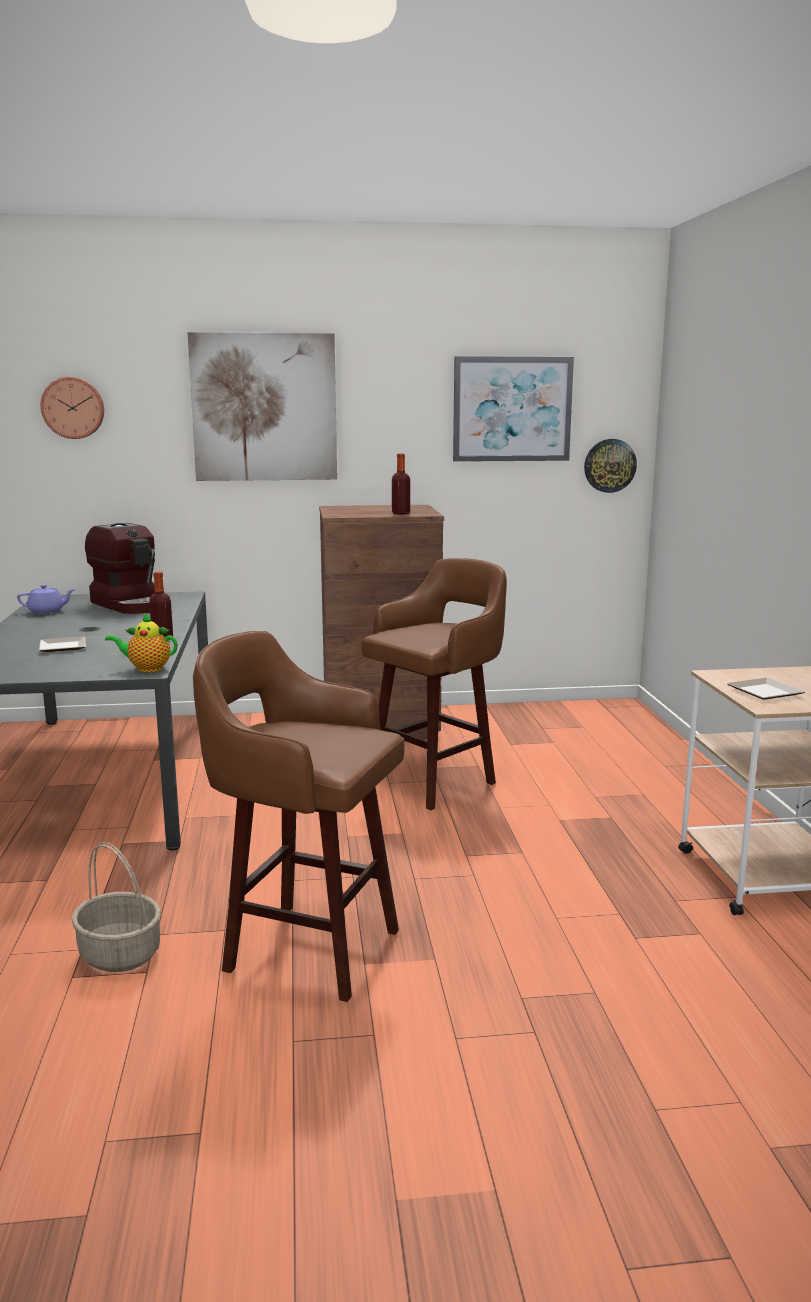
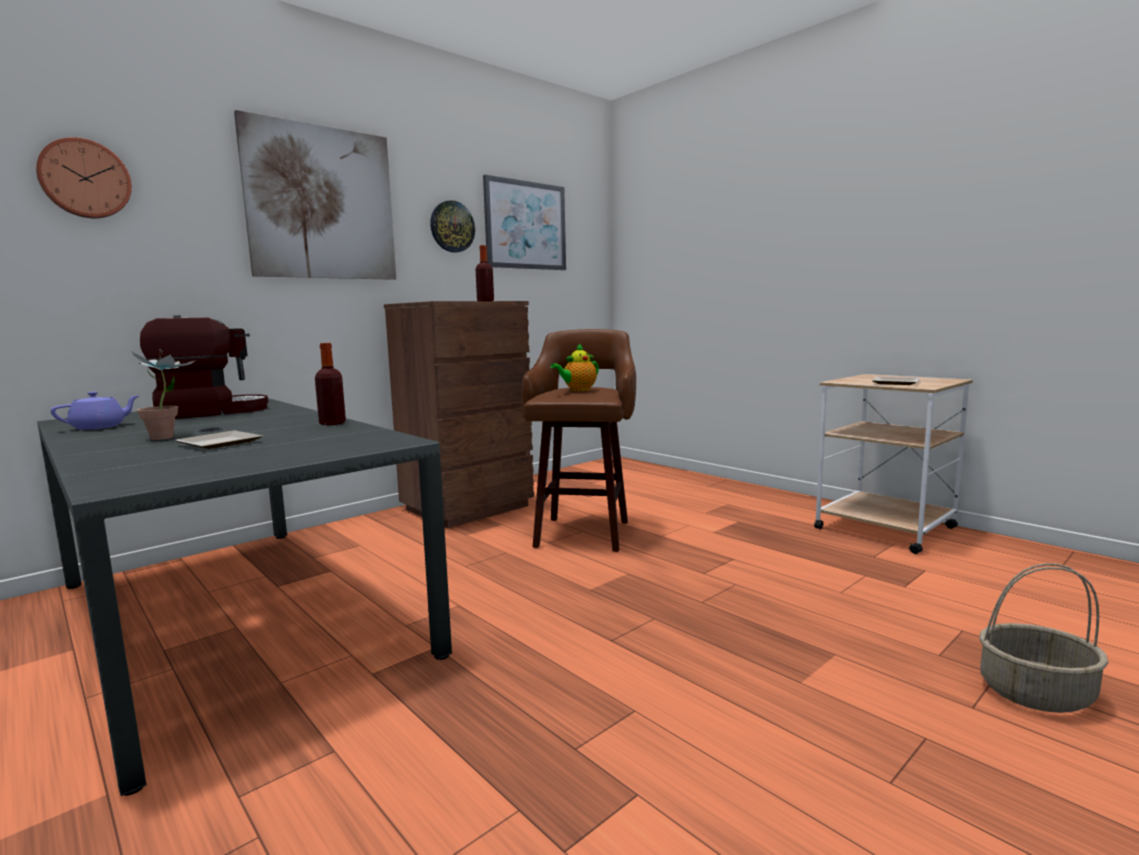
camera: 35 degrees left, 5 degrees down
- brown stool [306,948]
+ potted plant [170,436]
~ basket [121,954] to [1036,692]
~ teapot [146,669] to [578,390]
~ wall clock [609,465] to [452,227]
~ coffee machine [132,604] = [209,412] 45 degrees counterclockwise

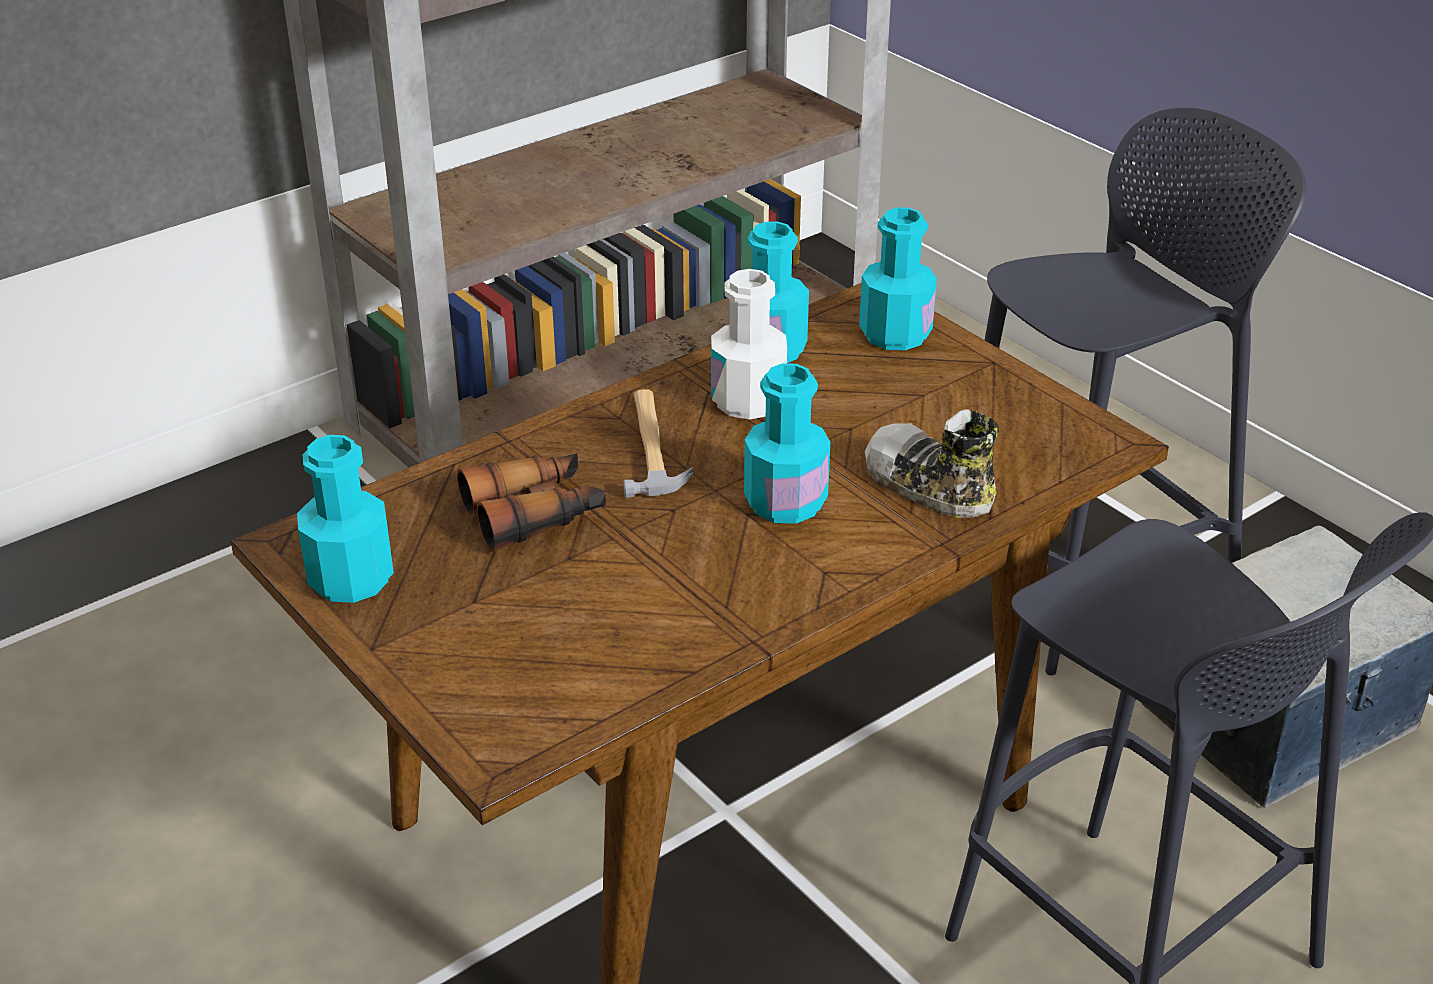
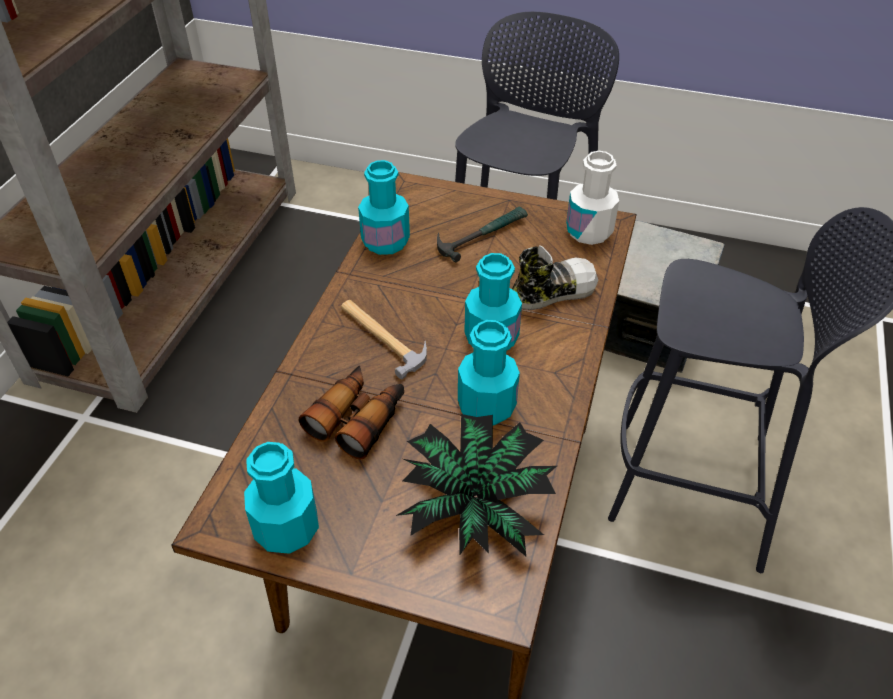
camera: 35 degrees left, 10 degrees up
+ potted plant [476,504]
+ hammer [481,235]
~ white bottle [748,401] to [589,231]
~ turquoise bottle [895,334] to [486,406]
~ shoe [928,486] = [552,291] 150 degrees clockwise

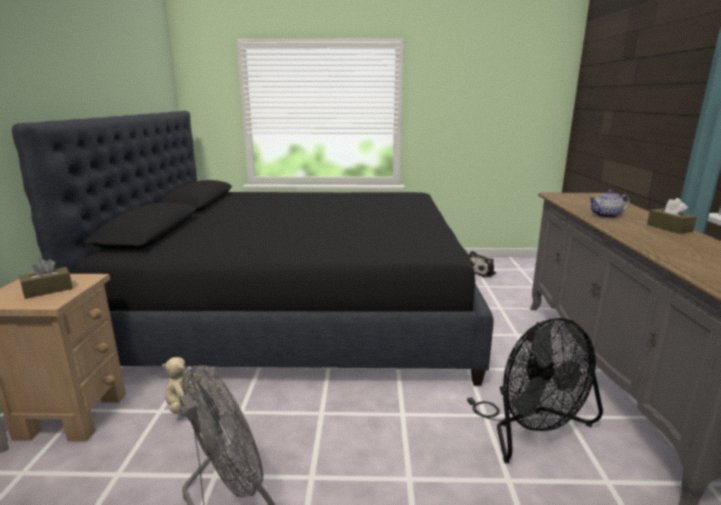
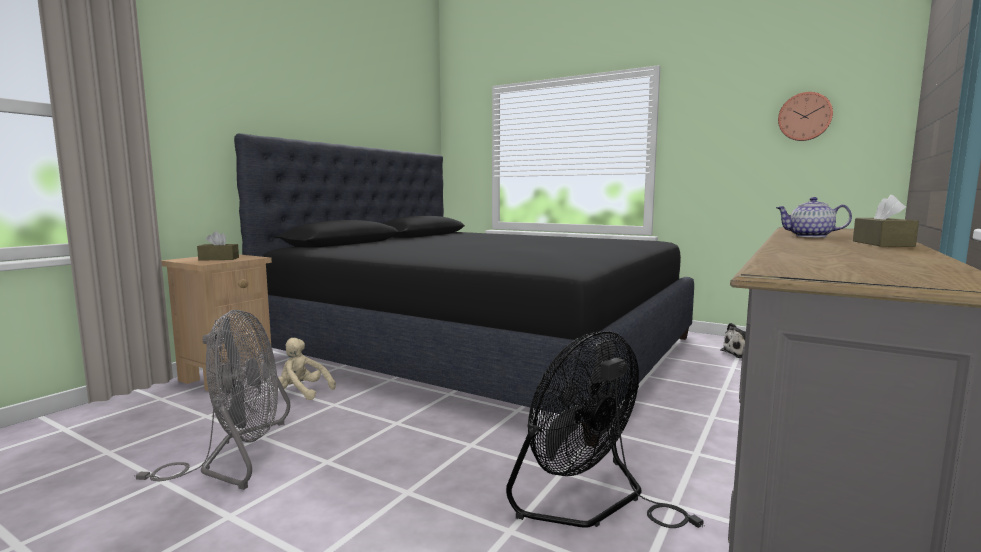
camera: 30 degrees right, 10 degrees down
+ wall clock [804,117]
~ black fan [528,429] = [600,499] 135 degrees clockwise

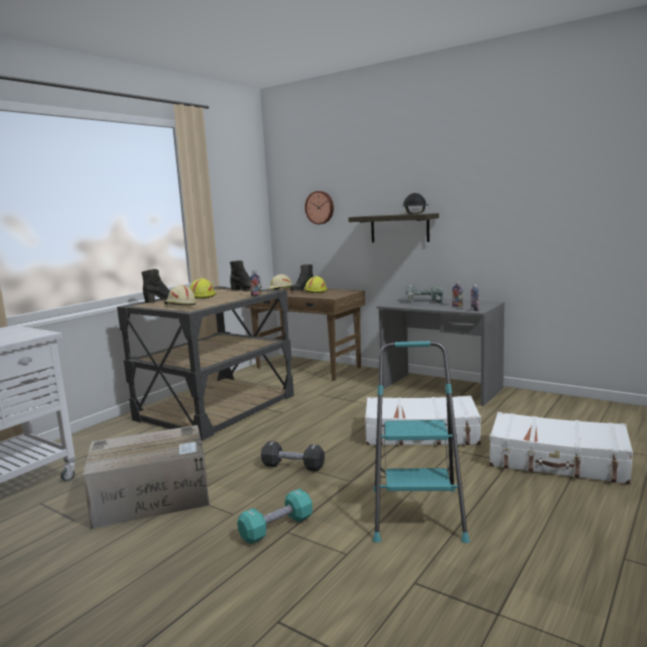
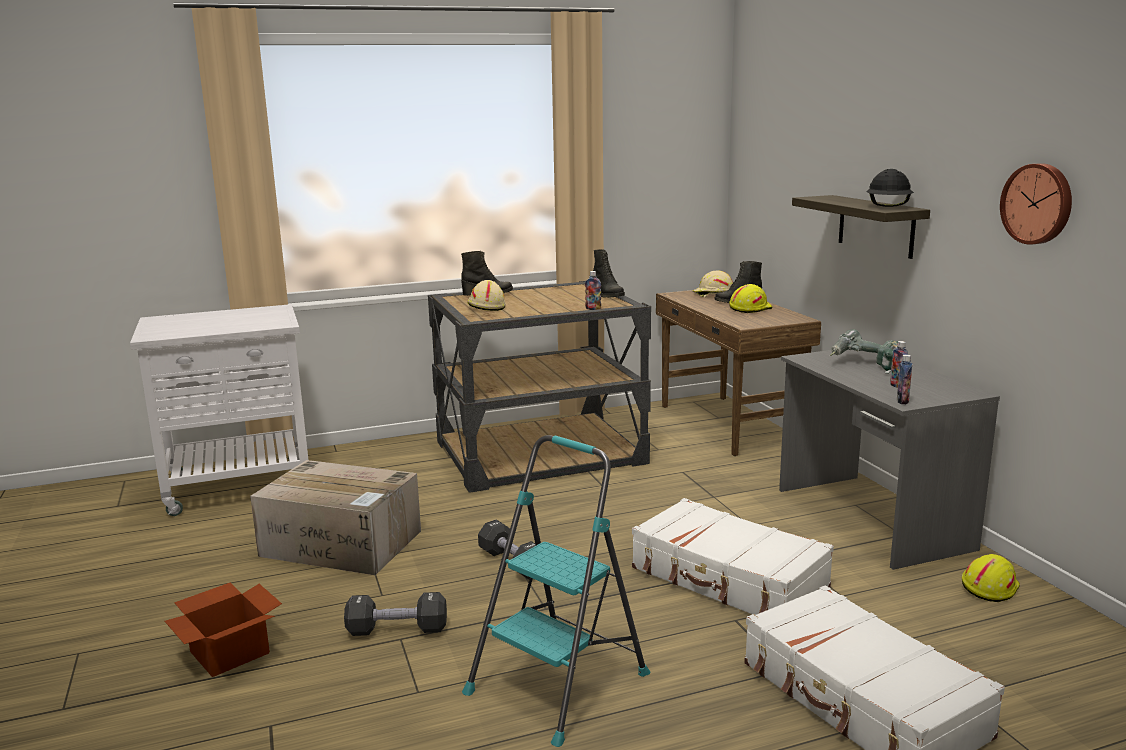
camera: 35 degrees right, 5 degrees up
+ cardboard box [230,651]
~ yellow hard hat [201,296] to [988,587]
~ wall clock [320,207] to [1038,203]
~ turquoise dumbbell [276,528] to black dumbbell [397,629]

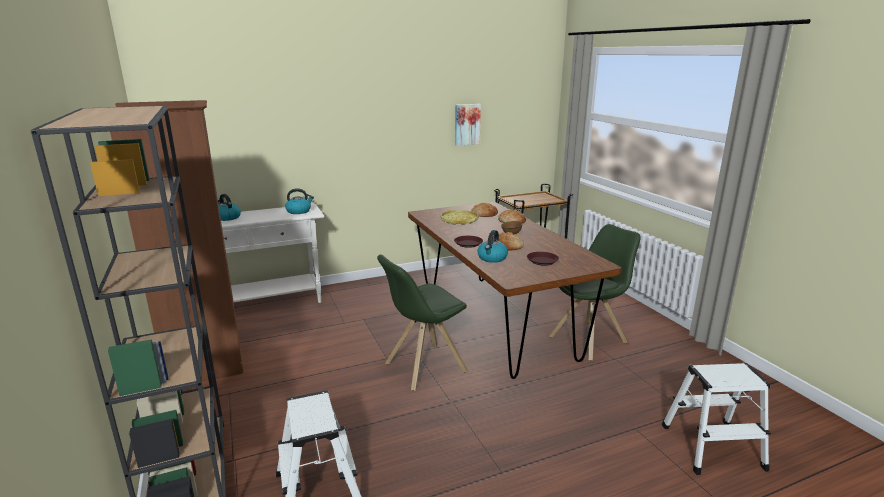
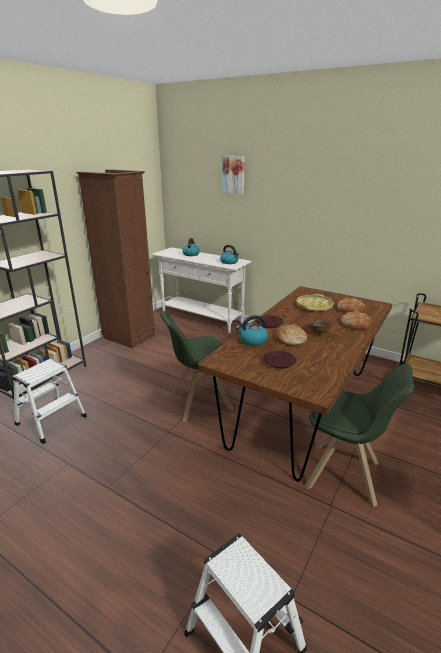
camera: 55 degrees right, 5 degrees up
~ picture [466,124] to [234,174]
~ green chair [424,367] = [199,402] 45 degrees counterclockwise

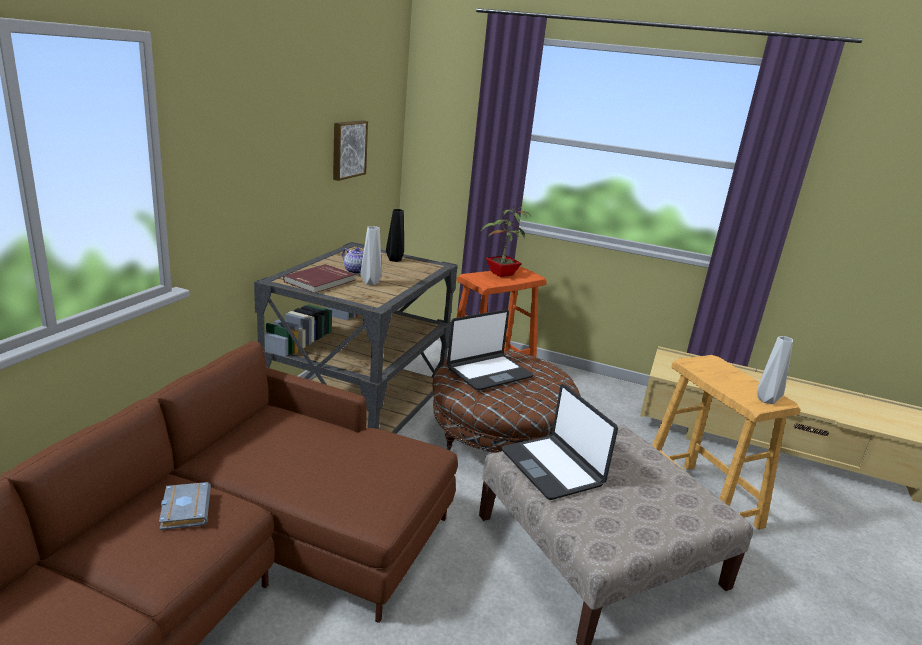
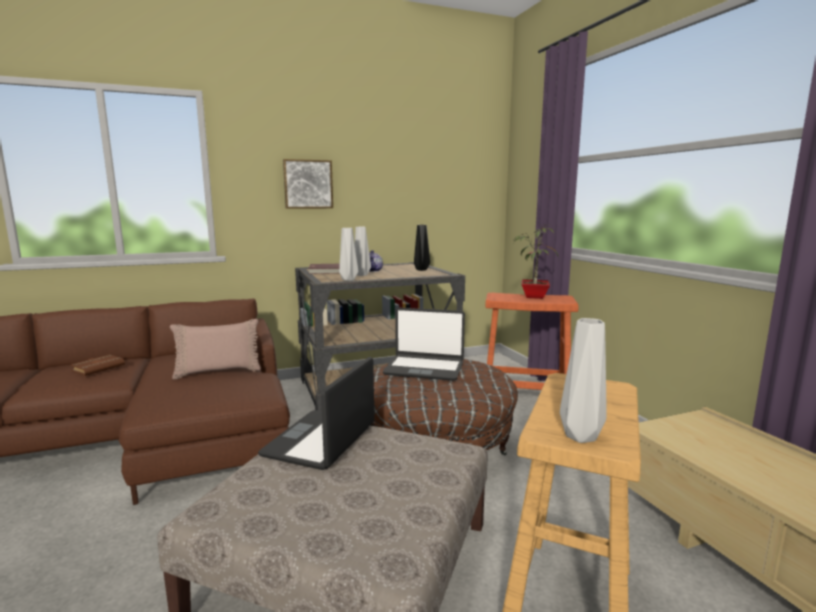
camera: 50 degrees right, 10 degrees down
+ beige pillow [218,372]
+ grey vase [349,280]
~ picture [348,149] to [308,184]
~ grey book [184,509] to brown book [98,368]

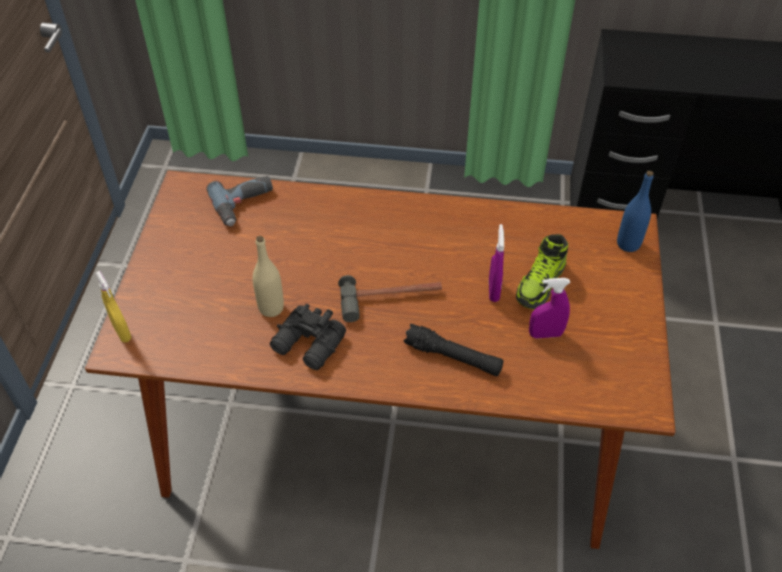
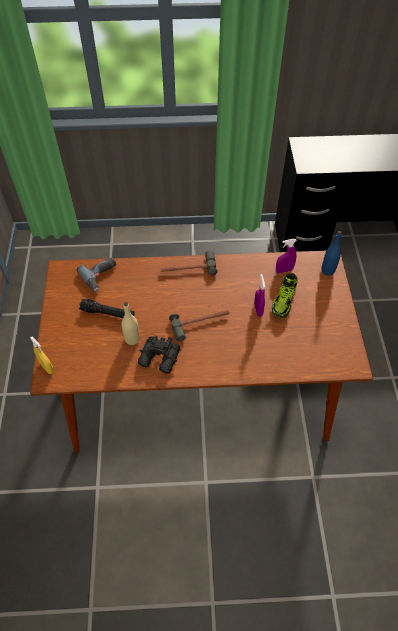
camera: 10 degrees left, 5 degrees up
+ hammer [188,268]
~ black flashlight [453,357] to [108,313]
~ purple spray bottle [545,334] to [284,270]

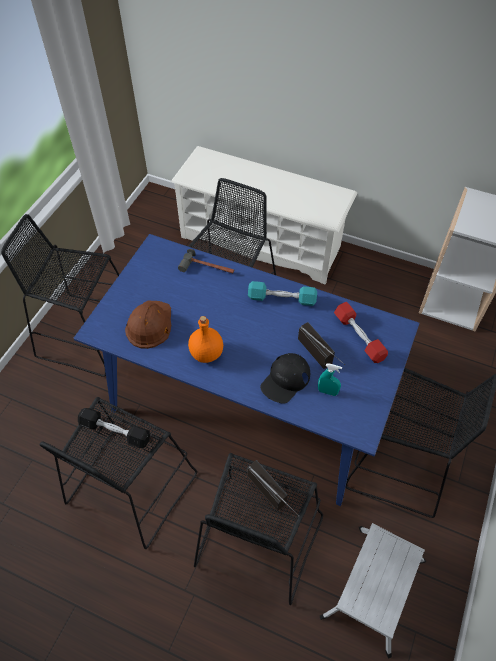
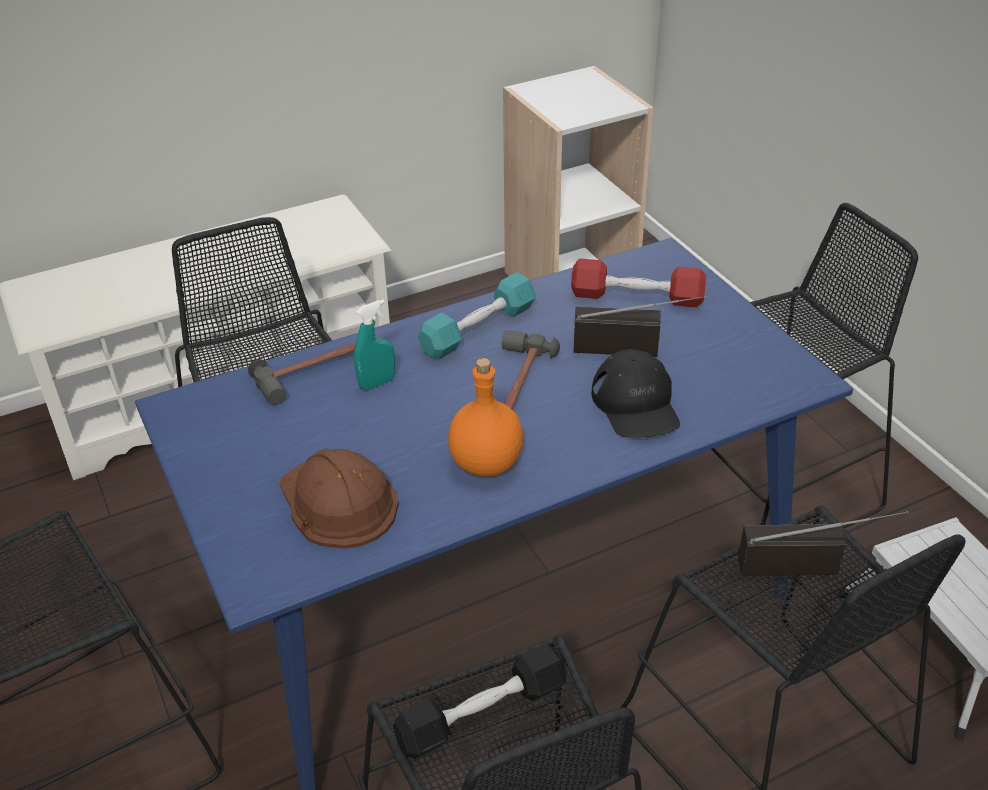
camera: 50 degrees left, 15 degrees down
+ hammer [518,381]
~ turquoise spray bottle [327,392] to [377,383]

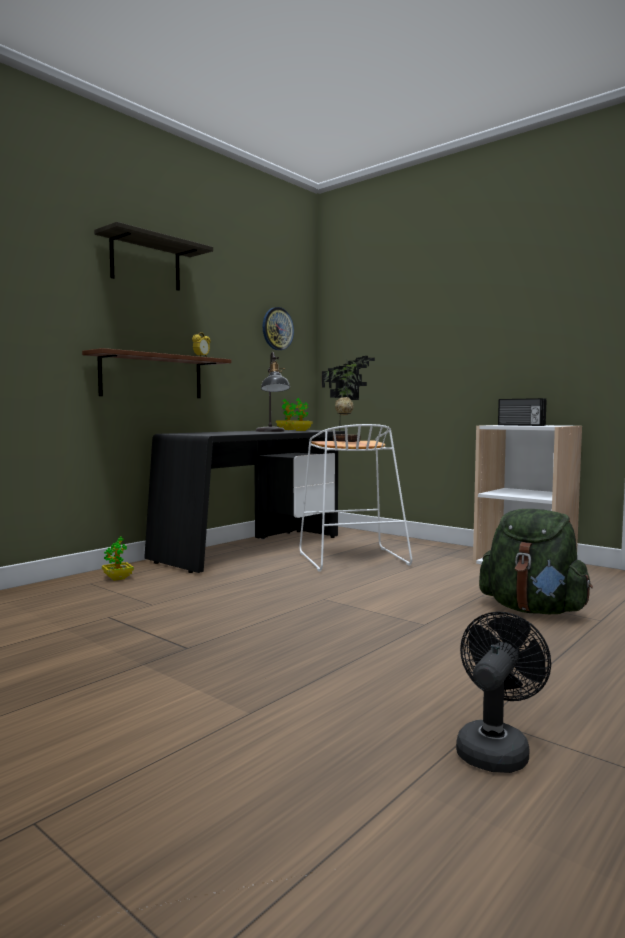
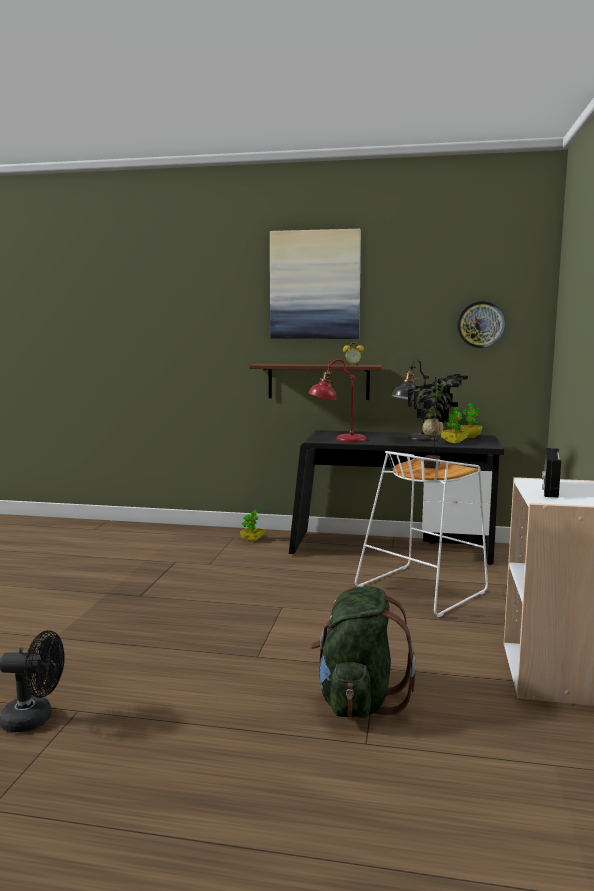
camera: 60 degrees right, 5 degrees up
+ red table lamp [337,439]
~ shelf [145,263] to picture [315,285]

